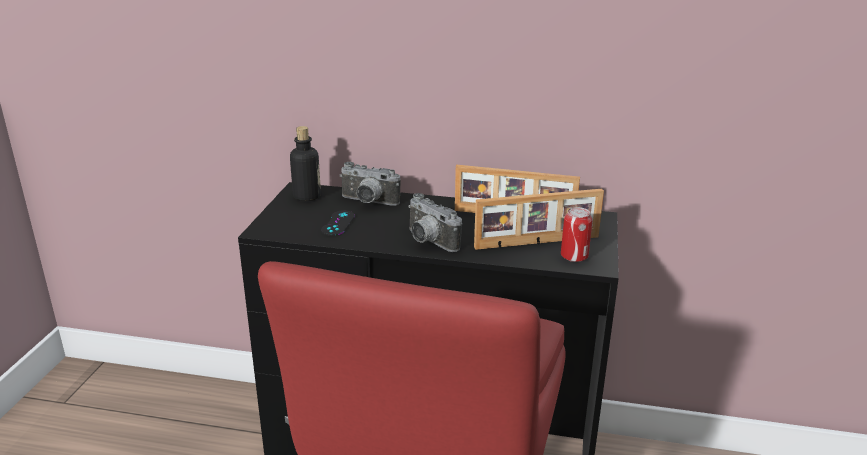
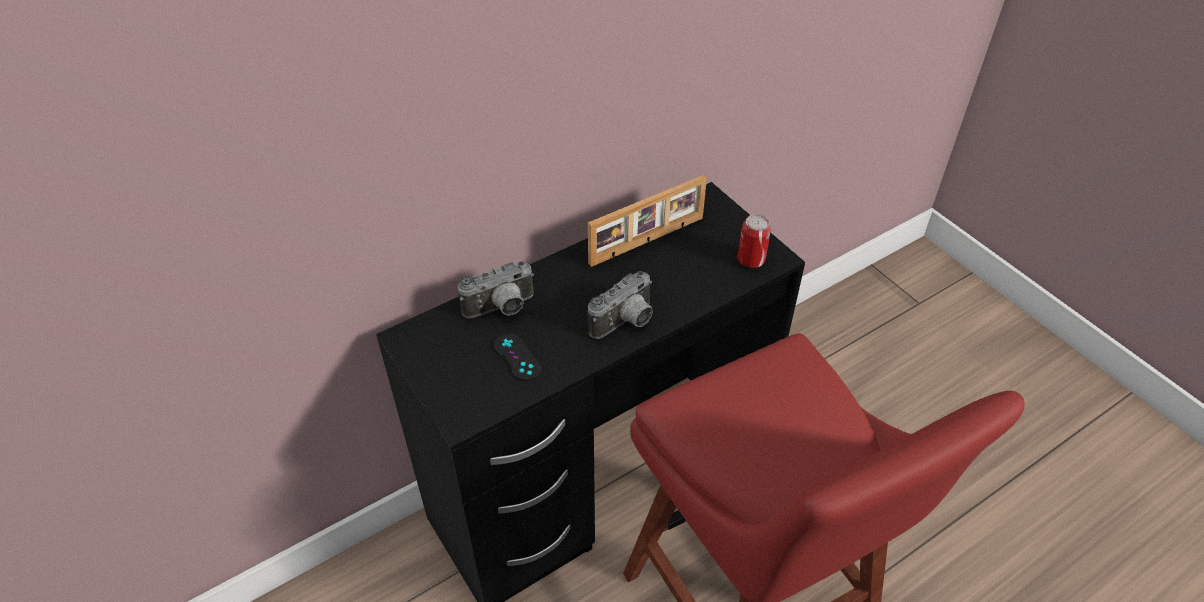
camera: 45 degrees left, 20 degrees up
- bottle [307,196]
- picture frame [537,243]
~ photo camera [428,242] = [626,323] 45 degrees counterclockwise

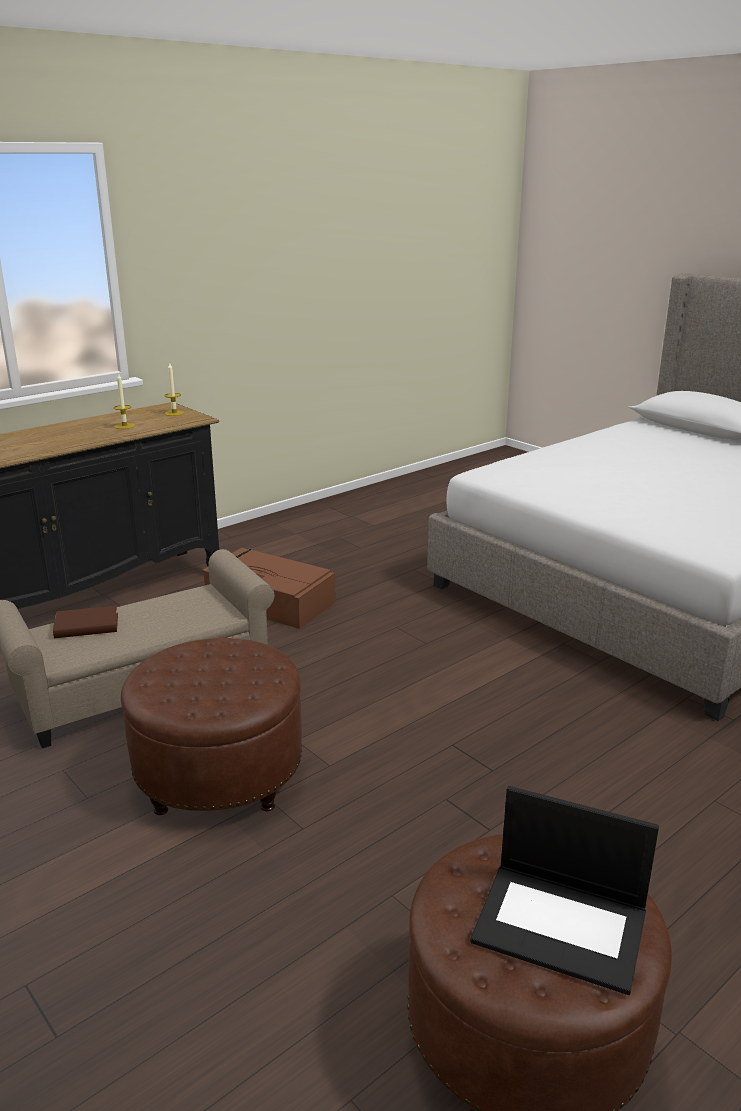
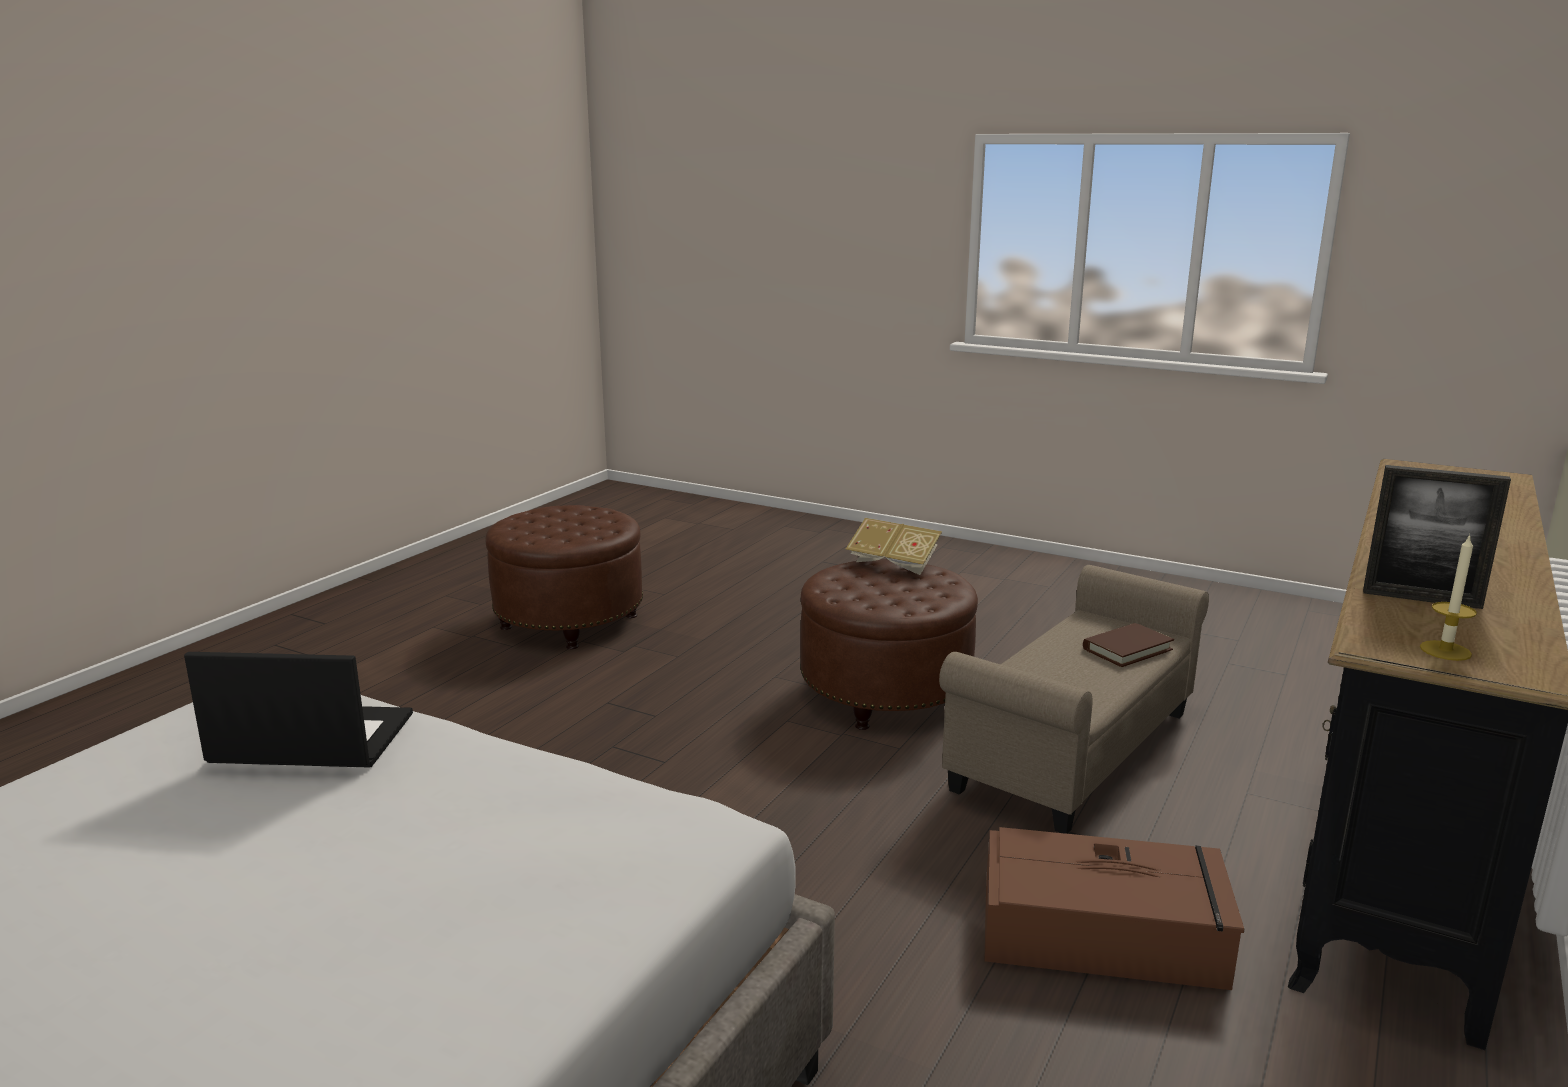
camera: 160 degrees right, 5 degrees down
+ book [893,564]
~ laptop [562,925] to [309,740]
~ candle [124,426] to picture frame [1421,599]

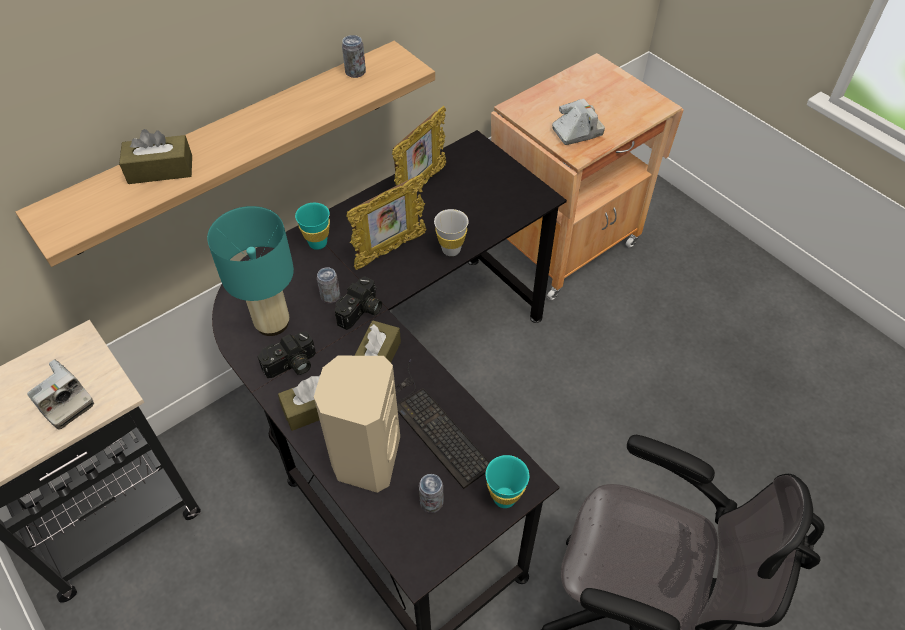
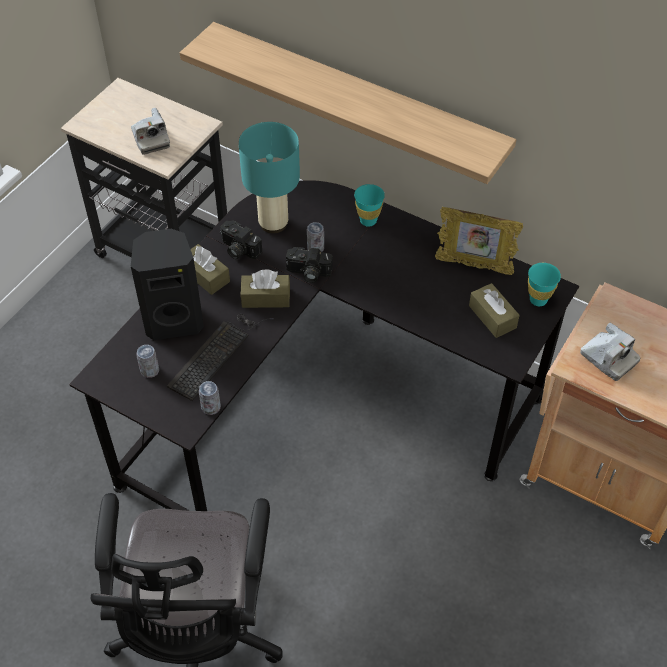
camera: 70 degrees right, 0 degrees up
- picture frame [390,250]
- white cup [451,250]
~ brown tissue box [160,170] to [492,317]
~ can [355,72] to [211,407]
~ turquoise cup [504,498] to [538,300]
~ beige speaker [365,457] to black speaker [174,320]
~ photo camera [63,402] = [150,139] 45 degrees counterclockwise

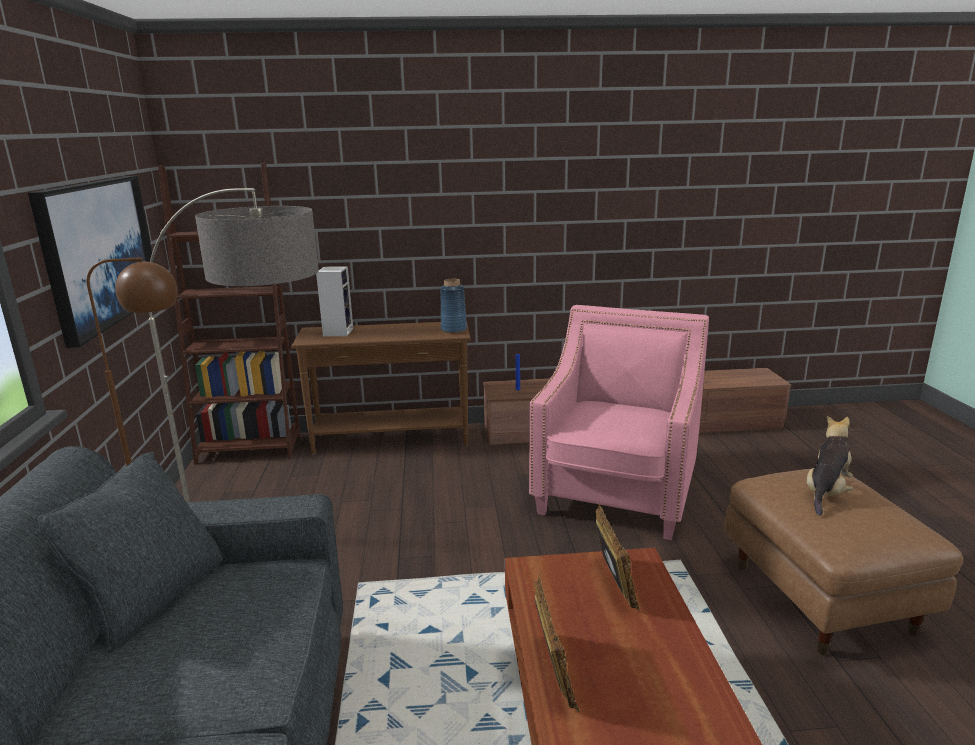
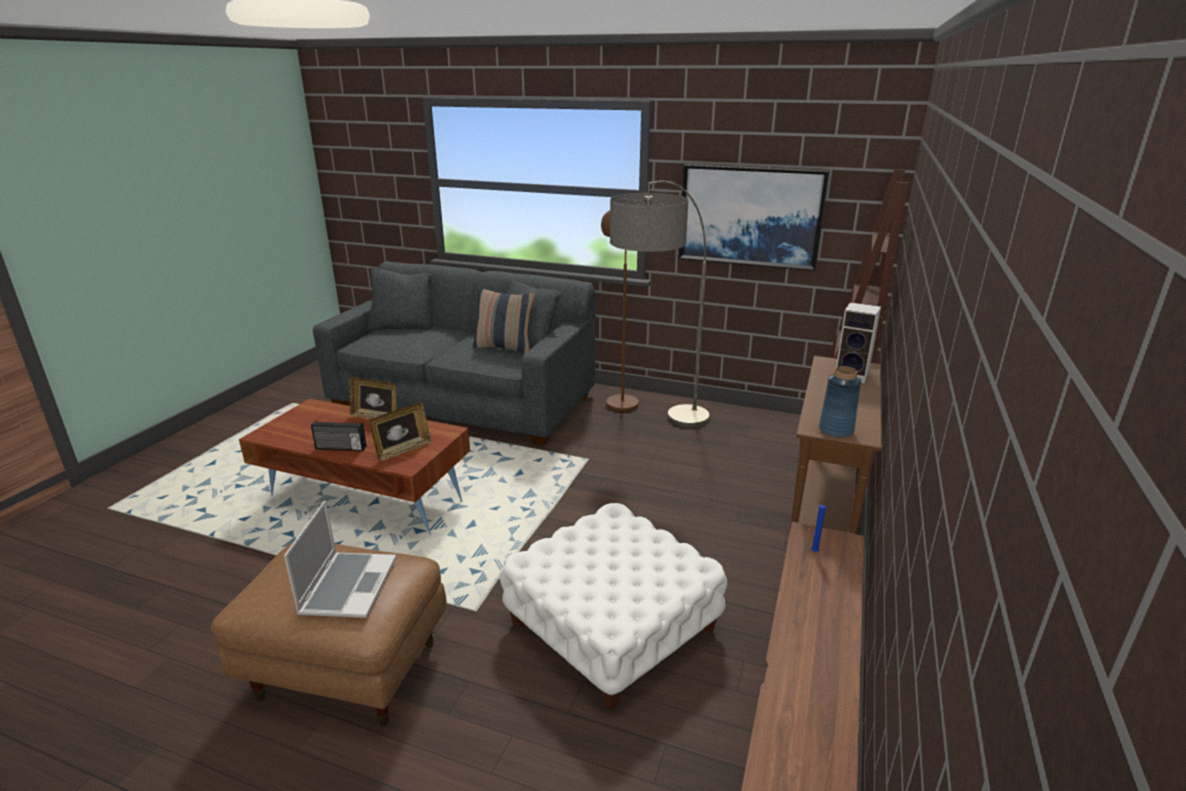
camera: 115 degrees right, 5 degrees up
+ radio [340,448]
+ pillow [504,347]
~ pink armchair [616,494] to white ottoman [612,626]
~ plush toy [826,492] to laptop [348,585]
~ picture frame [613,584] = [403,450] 60 degrees counterclockwise

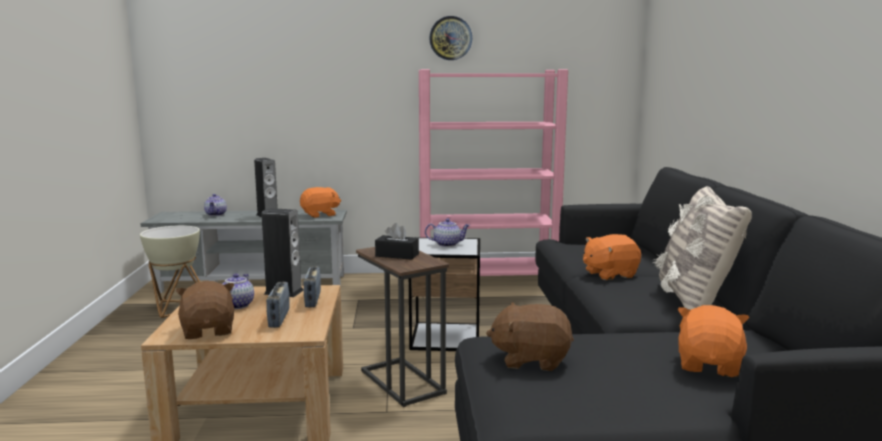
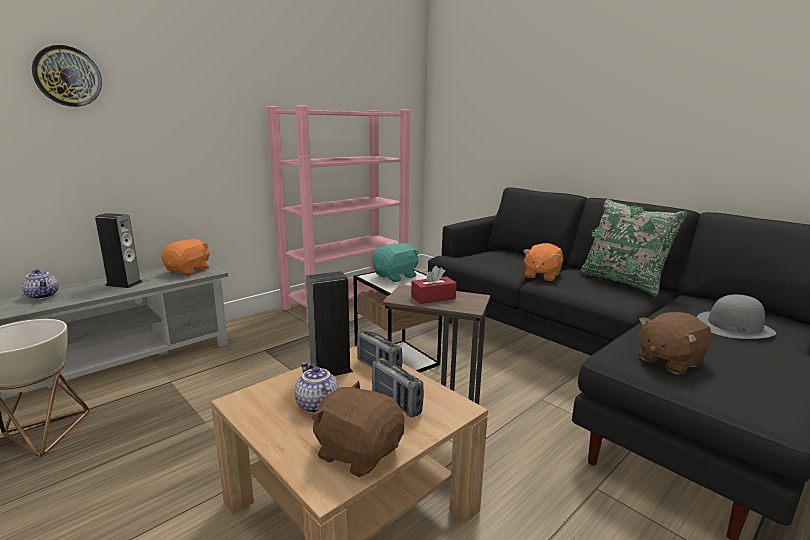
camera: 40 degrees left, 5 degrees up
~ wall clock [450,38] to [67,76]
~ teapot [447,244] to turquoise plush toy [396,276]
~ orange plush toy [710,365] to grey hat [734,327]
~ black tissue box [397,255] to red tissue box [433,298]
~ beige pillow [692,300] to green pillow [622,283]

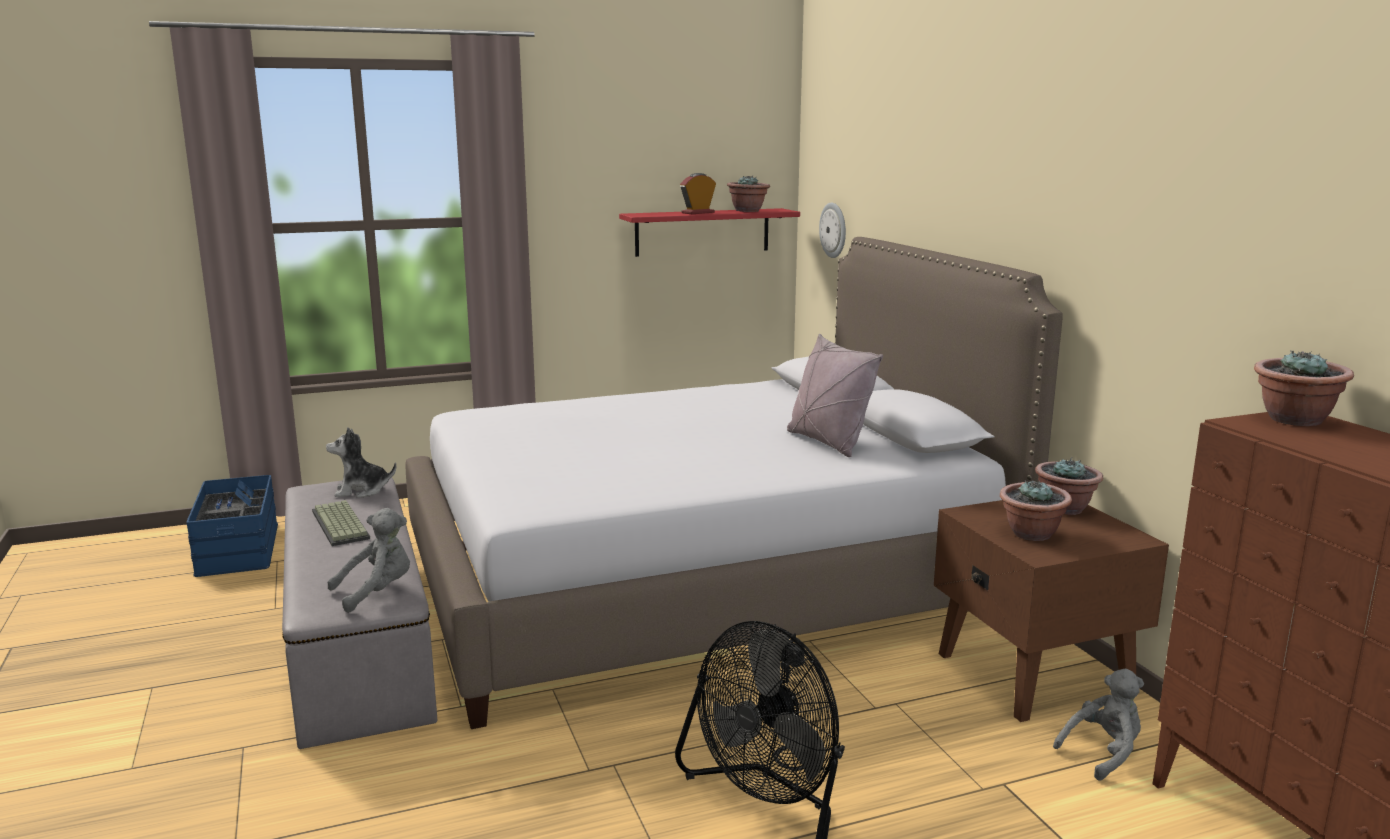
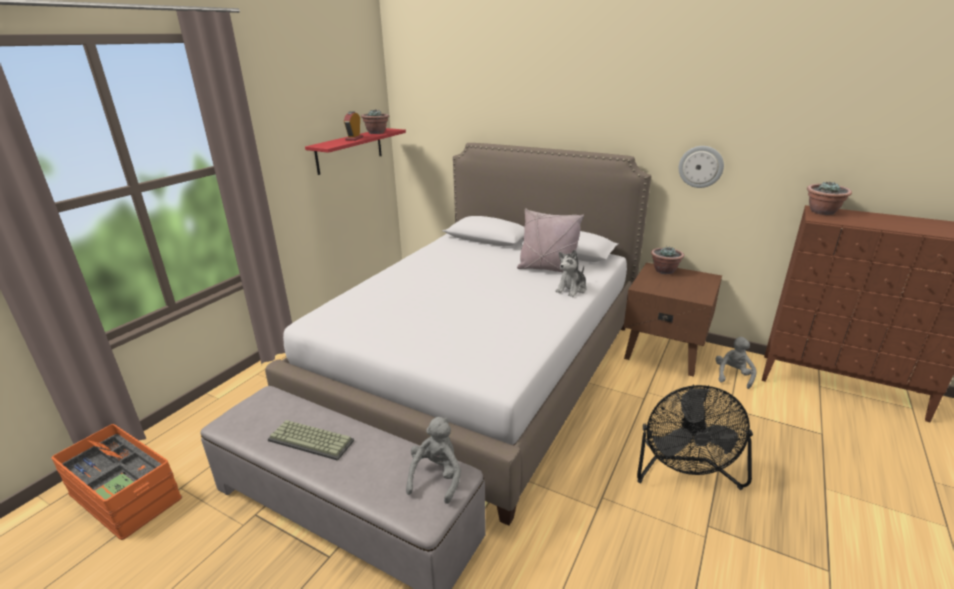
camera: 40 degrees left, 10 degrees up
- potted plant [1031,534]
~ plush toy [361,491] to [571,289]
~ wall clock [834,230] to [701,166]
~ blue storage box [236,548] to orange storage box [123,496]

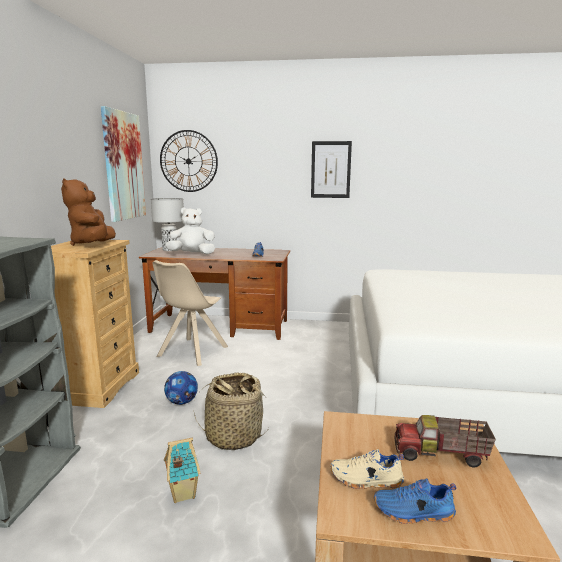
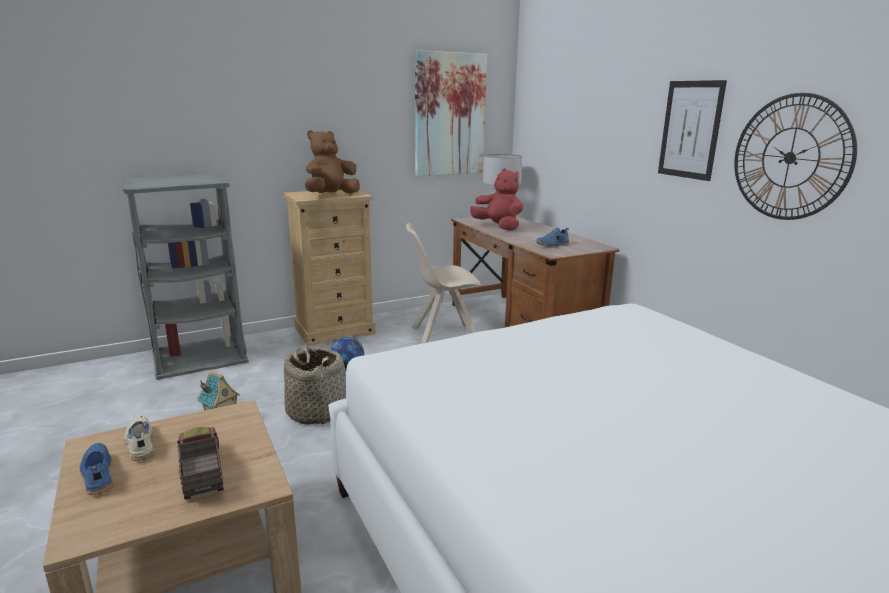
camera: 55 degrees right, 5 degrees up
~ wall clock [188,161] to [790,157]
~ white plush toy [192,254] to red plush toy [498,227]

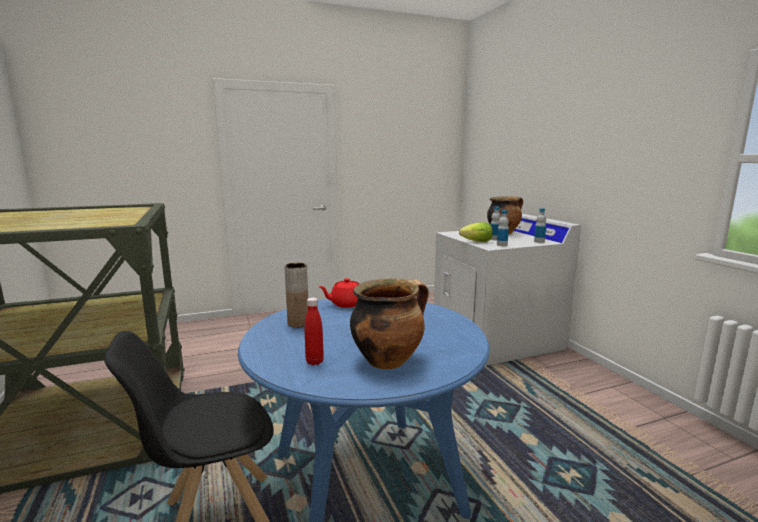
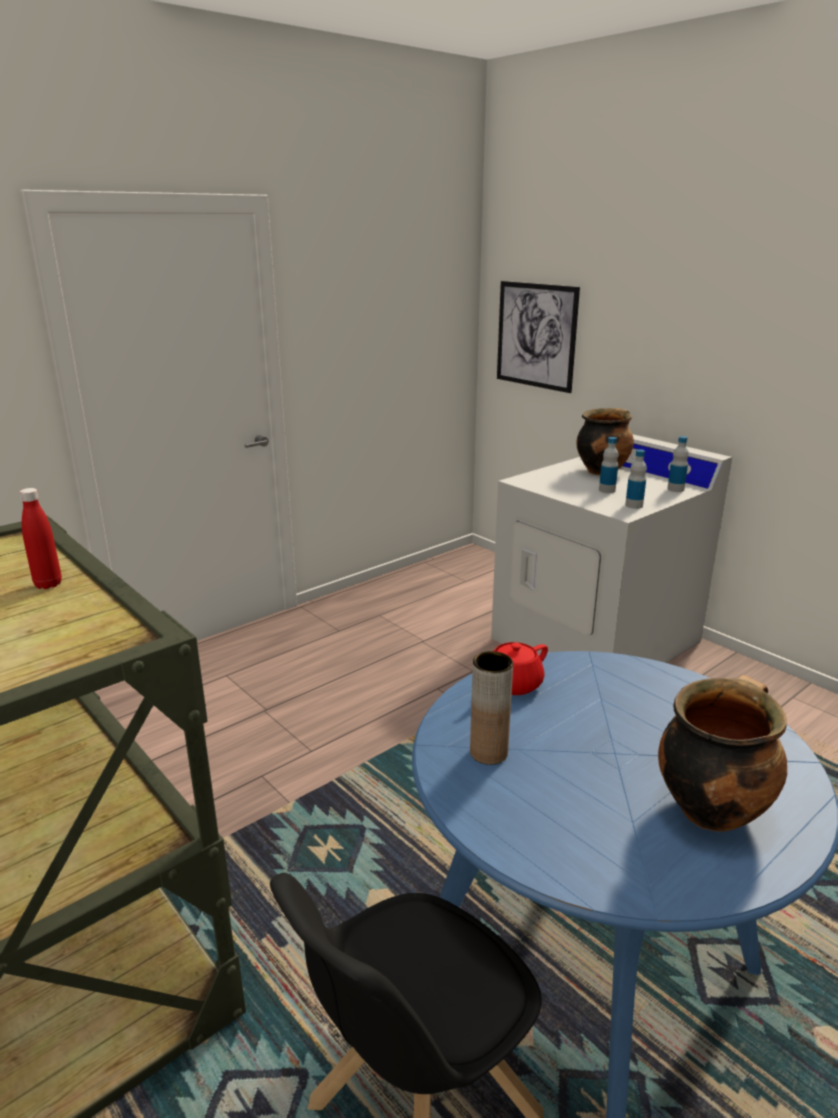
camera: 20 degrees left, 10 degrees up
- lettuce [477,242]
+ picture [536,335]
~ red bottle [314,362] to [48,584]

